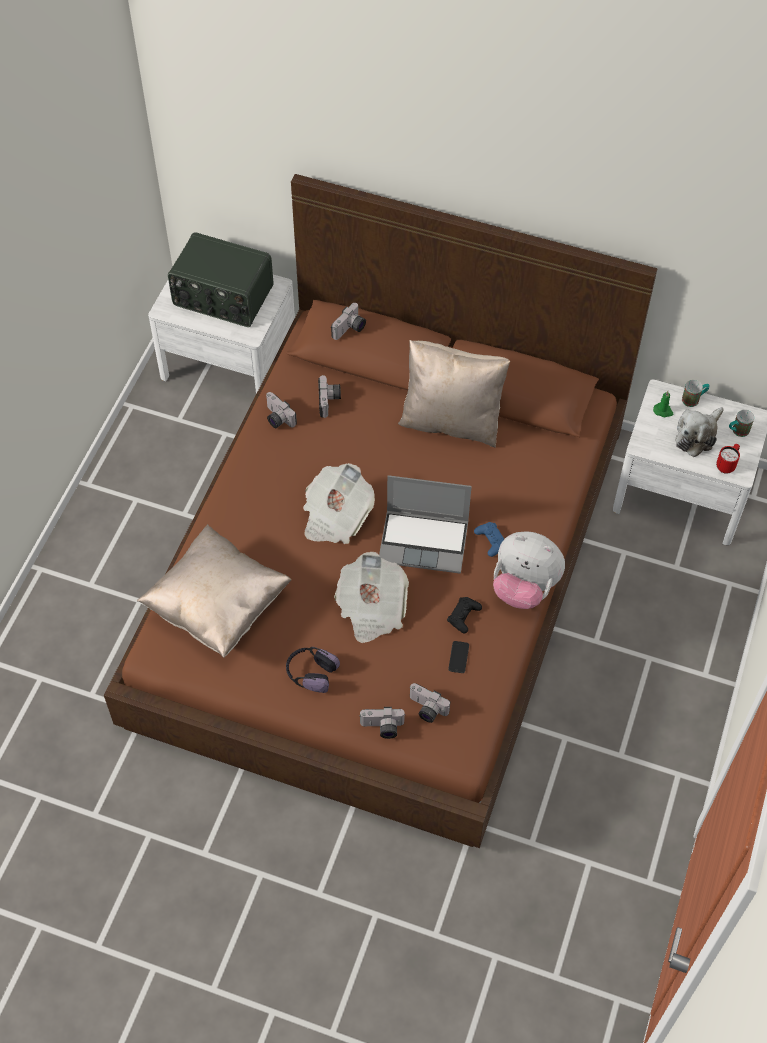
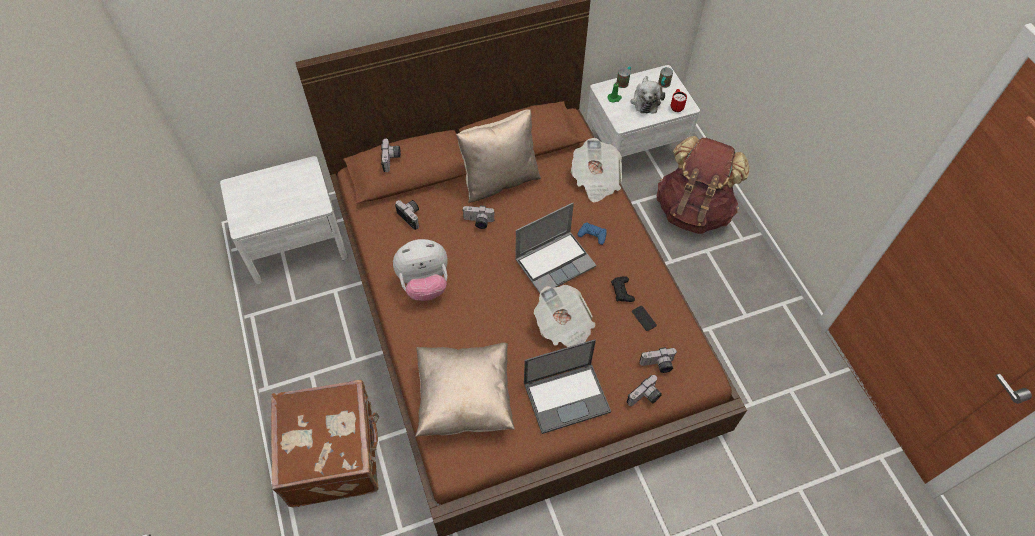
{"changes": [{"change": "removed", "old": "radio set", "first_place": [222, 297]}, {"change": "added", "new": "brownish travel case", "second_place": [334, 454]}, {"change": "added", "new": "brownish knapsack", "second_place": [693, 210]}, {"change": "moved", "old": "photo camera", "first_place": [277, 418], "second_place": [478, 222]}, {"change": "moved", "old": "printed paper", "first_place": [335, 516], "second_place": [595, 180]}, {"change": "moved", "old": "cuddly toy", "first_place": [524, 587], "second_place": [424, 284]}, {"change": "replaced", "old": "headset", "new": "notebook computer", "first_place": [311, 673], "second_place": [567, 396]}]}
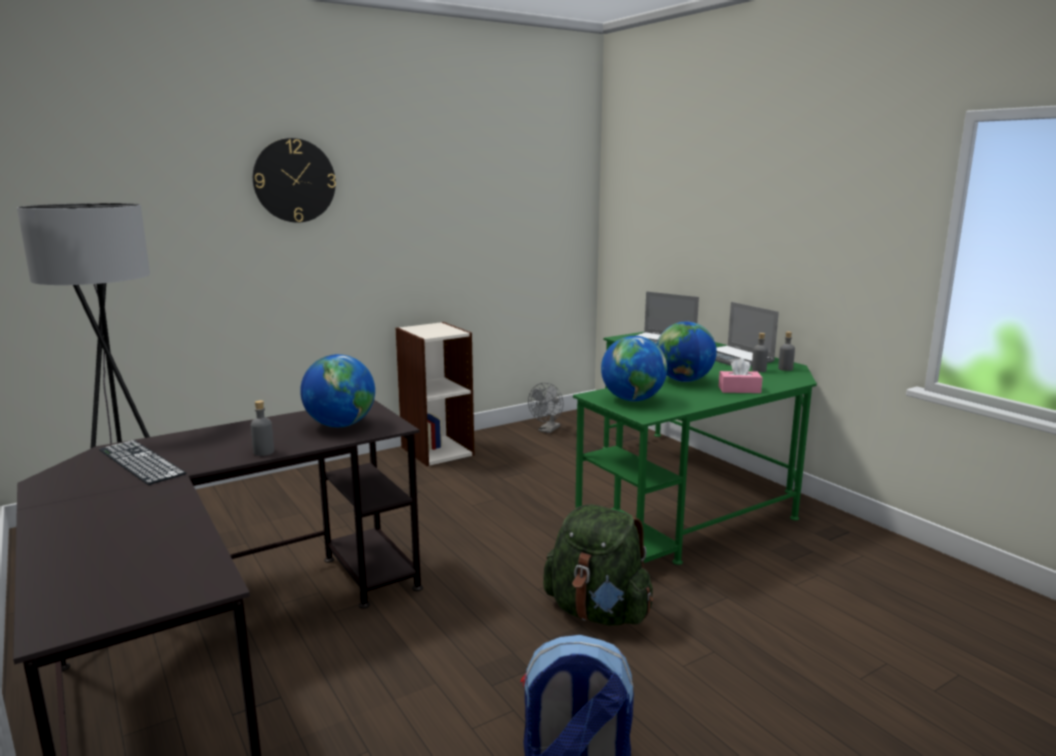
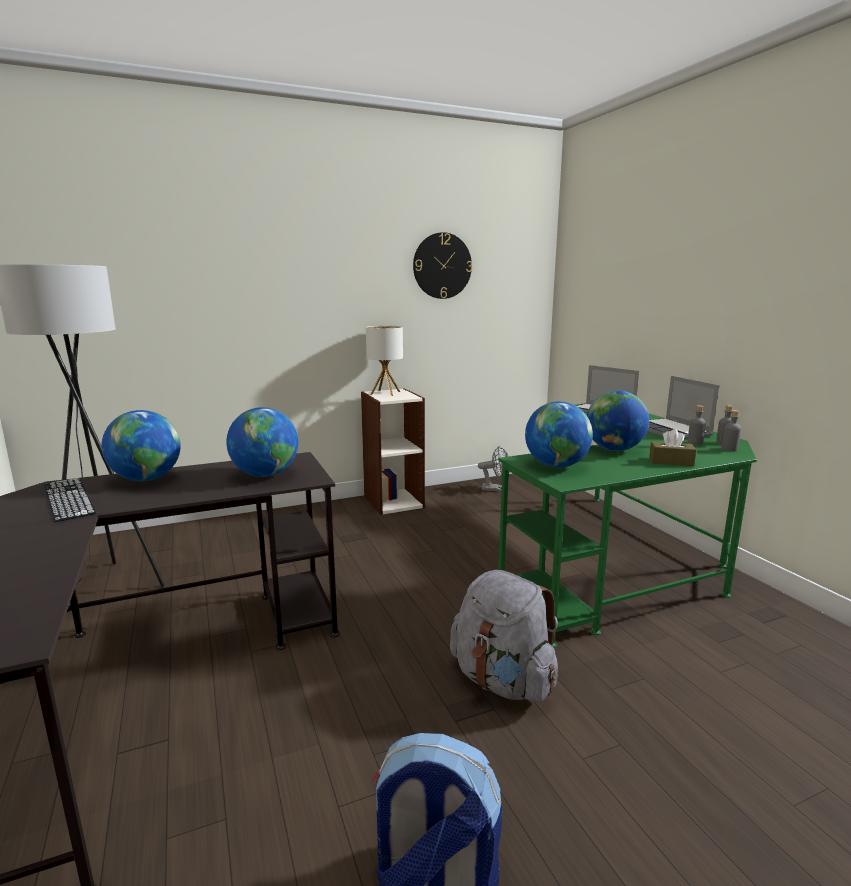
{"changes": [{"change": "added", "new": "globe", "second_place": [146, 479]}, {"change": "added", "new": "tabletop lamp", "second_place": [385, 393]}, {"change": "moved", "old": "gray beverage bottle", "first_place": [264, 452], "second_place": [729, 449]}, {"change": "moved", "old": "wall clock", "first_place": [294, 180], "second_place": [442, 266]}, {"change": "recoloured", "old": "green-coloured knapsack", "new": "gray knapsack", "first_place": [598, 612], "second_place": [503, 681]}, {"change": "recoloured", "old": "pinkish box of tissues", "new": "brownish box of tissues", "first_place": [739, 390], "second_place": [671, 461]}, {"change": "turned", "old": "gray cooling fan", "first_place": [547, 430], "second_place": [495, 489], "degrees": -120}]}
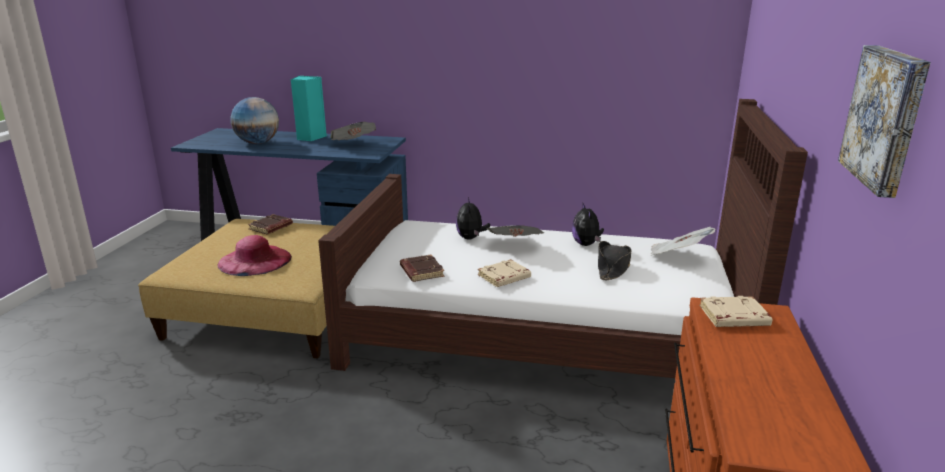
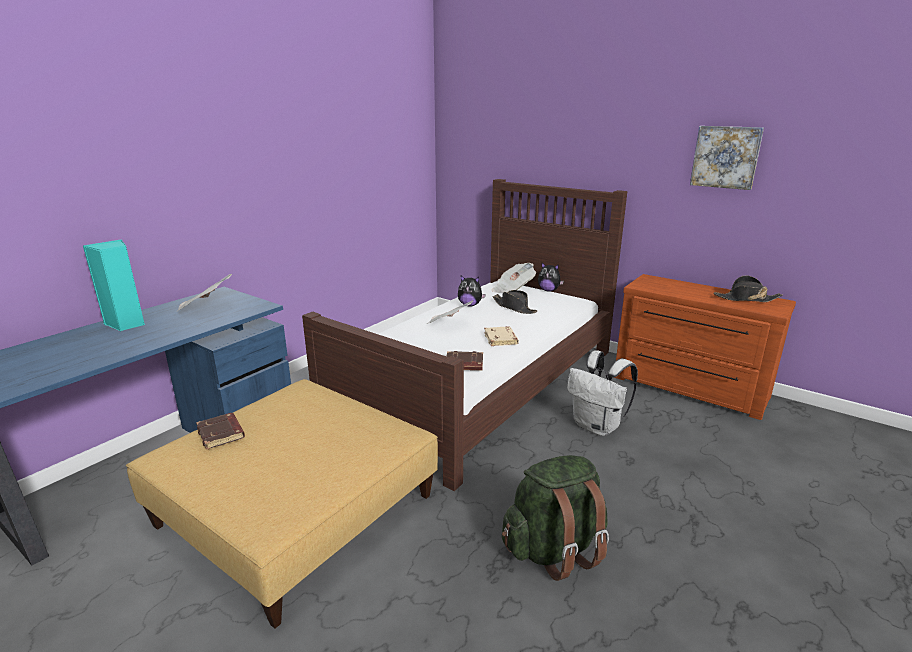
{"changes": [{"change": "removed", "old": "pinkish clothing hat", "first_place": [255, 260]}, {"change": "removed", "old": "globe", "first_place": [257, 143]}, {"change": "removed", "old": "beige-coloured bound book", "first_place": [733, 317]}, {"change": "added", "new": "green-coloured knapsack", "second_place": [554, 549]}, {"change": "added", "new": "whitish knapsack", "second_place": [597, 427]}, {"change": "added", "new": "black clothing hat", "second_place": [746, 299]}, {"change": "moved", "old": "cuddly toy", "first_place": [471, 238], "second_place": [548, 290]}]}
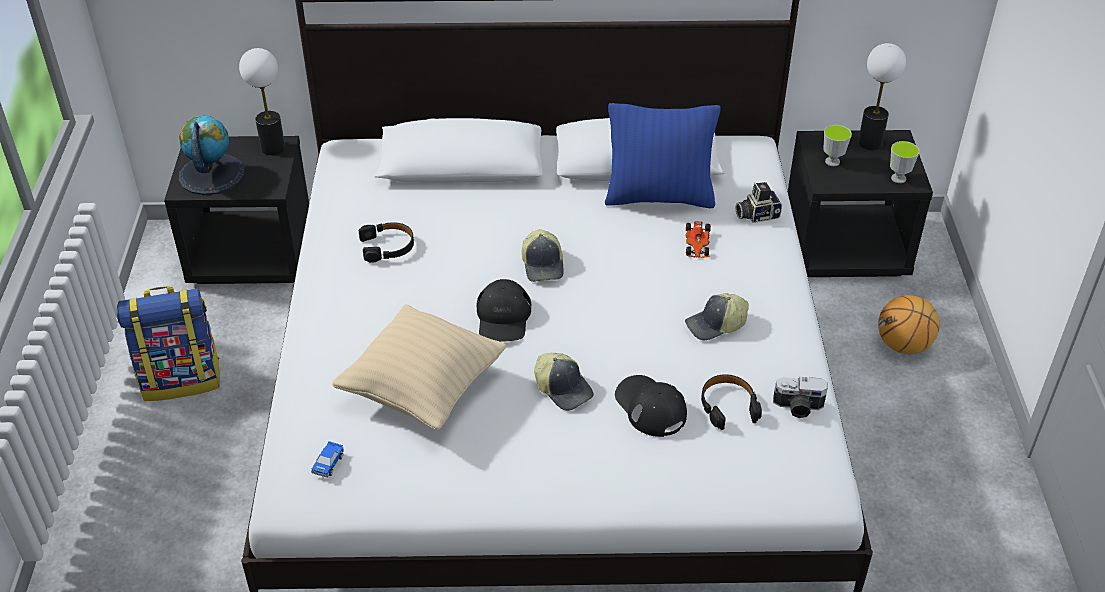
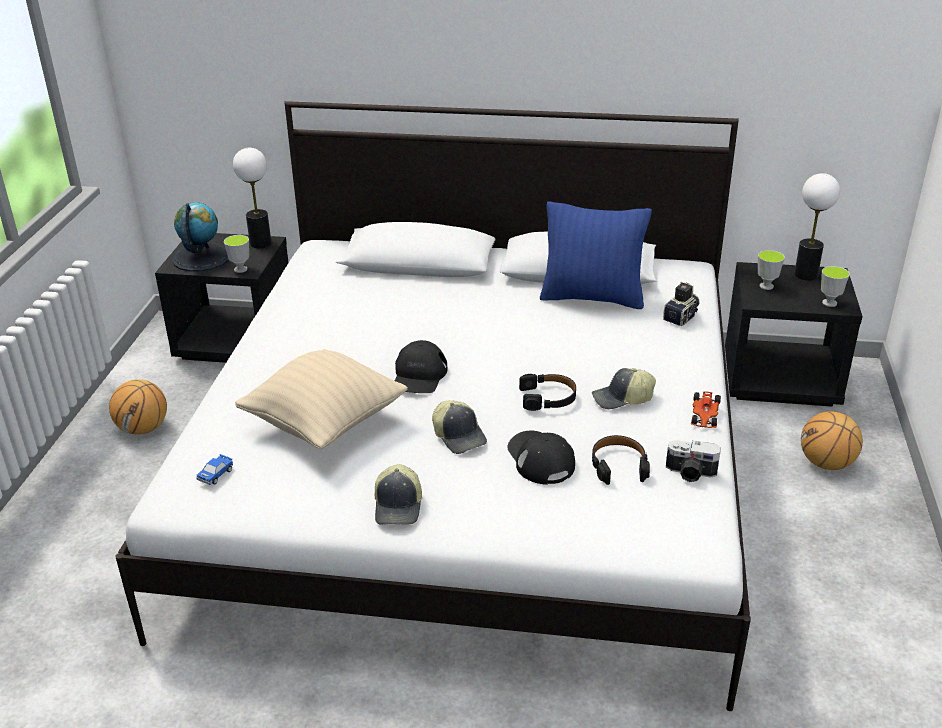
{"changes": [{"change": "added", "new": "small cup", "second_place": [240, 269]}, {"change": "moved", "old": "black headset", "first_place": [388, 247], "second_place": [548, 398]}, {"change": "moved", "old": "baseball cap", "first_place": [543, 265], "second_place": [399, 506]}, {"change": "moved", "old": "model car", "first_place": [697, 245], "second_place": [704, 416]}, {"change": "replaced", "old": "knapsack", "new": "basketball", "first_place": [182, 379], "second_place": [143, 429]}, {"change": "turned", "old": "photo camera", "first_place": [756, 214], "second_place": [682, 317], "degrees": 135}]}
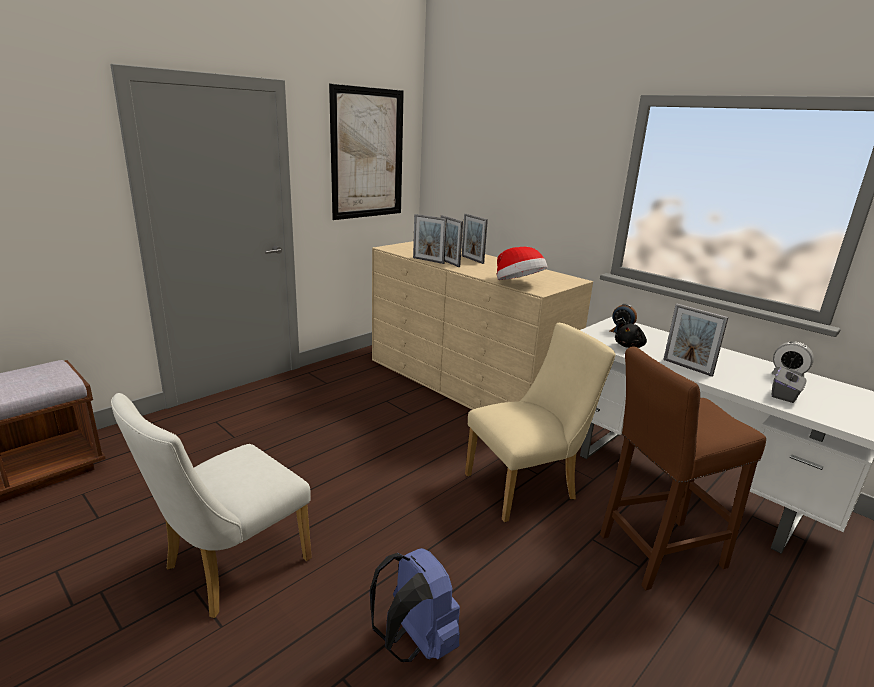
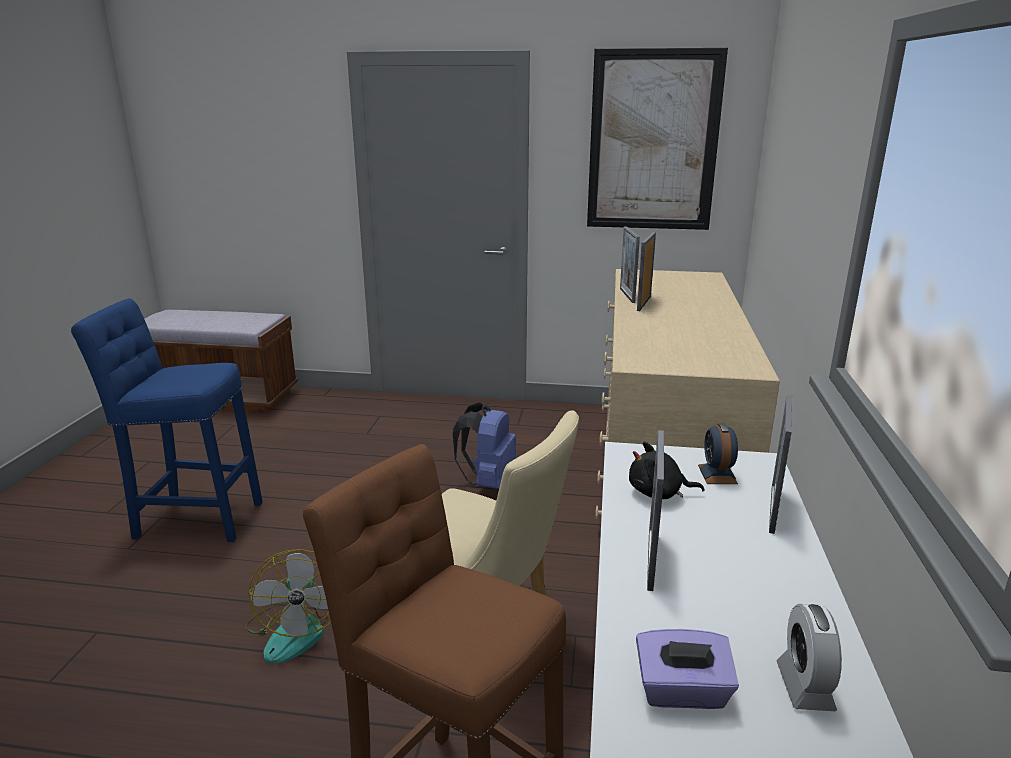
{"changes": [{"change": "removed", "old": "clothing hat", "first_place": [518, 284]}, {"change": "added", "new": "cooling fan", "second_place": [295, 630]}, {"change": "moved", "old": "bluish knapsack", "first_place": [415, 642], "second_place": [488, 482]}, {"change": "moved", "old": "standing frame", "first_place": [472, 259], "second_place": [773, 509]}, {"change": "replaced", "old": "whitish upright chair", "new": "bluish stool", "first_place": [228, 568], "second_place": [193, 518]}, {"change": "recoloured", "old": "gray box of tissues", "new": "purple-coloured box of tissues", "first_place": [785, 395], "second_place": [682, 692]}]}
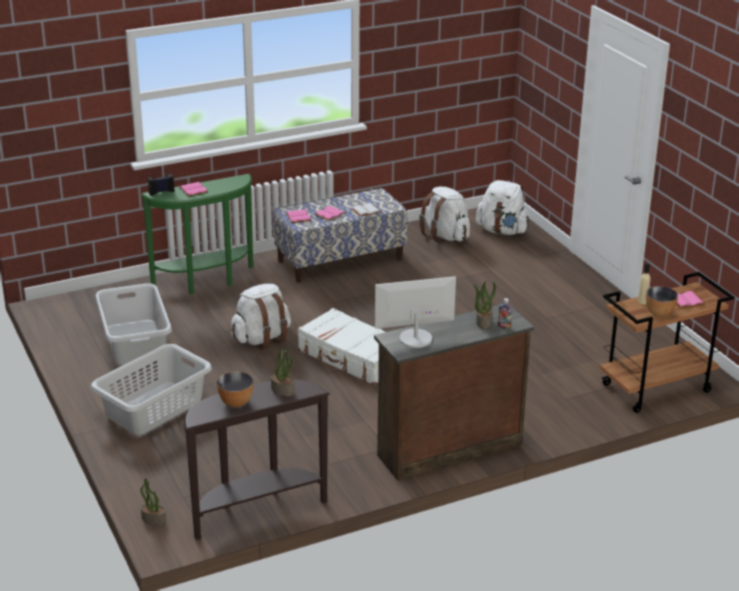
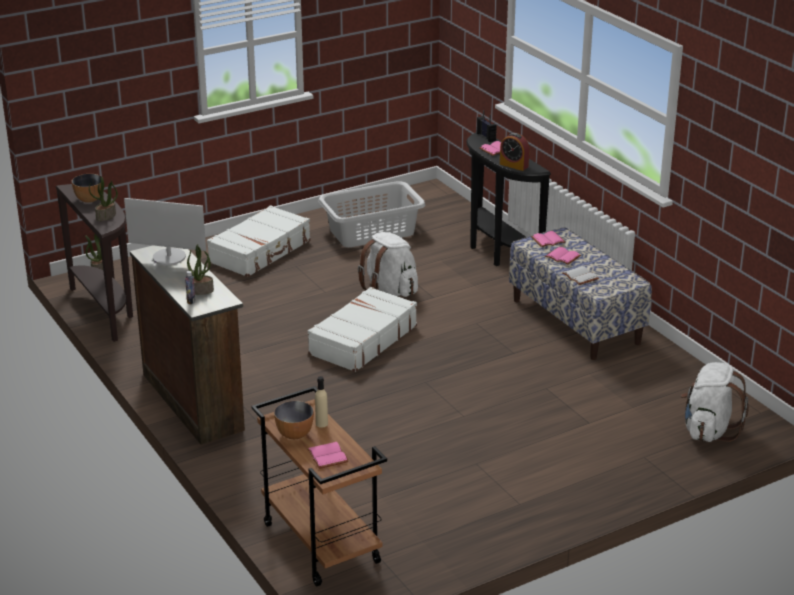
{"changes": [{"change": "removed", "old": "whitish knapsack", "first_place": [445, 236]}, {"change": "added", "new": "alarm clock", "second_place": [514, 165]}, {"change": "replaced", "old": "gray washing basket", "new": "whitish travel case", "first_place": [153, 408], "second_place": [261, 252]}, {"change": "recoloured", "old": "green-coloured console table", "new": "black console table", "first_place": [207, 282], "second_place": [497, 253]}, {"change": "turned", "old": "computer display", "first_place": [415, 338], "second_place": [169, 257], "degrees": 120}]}
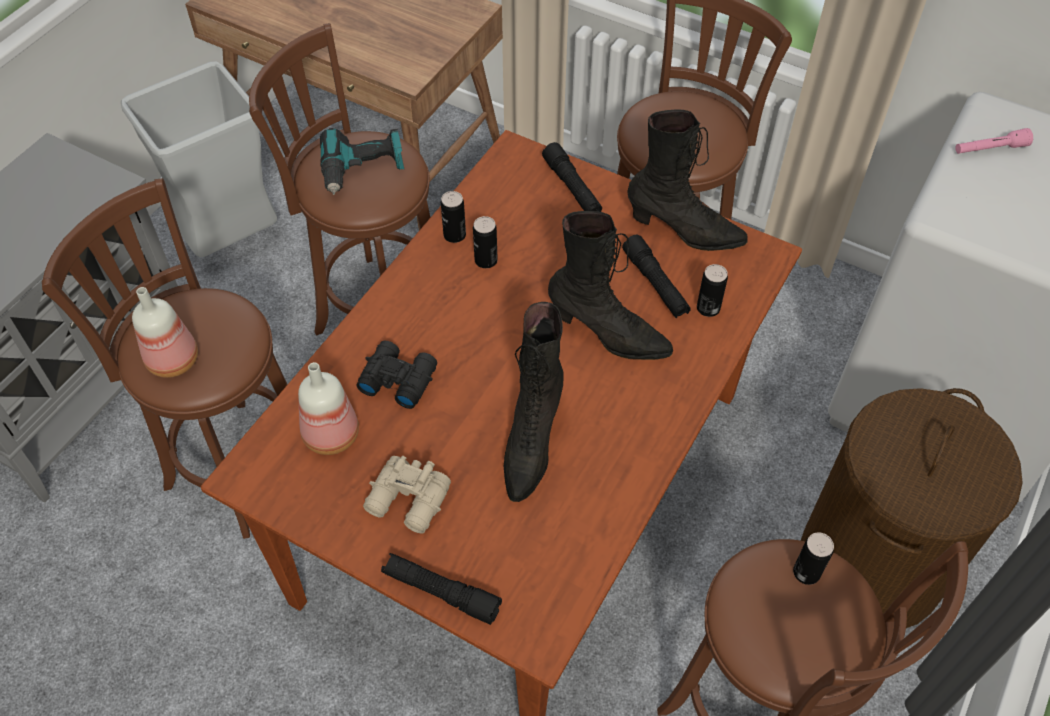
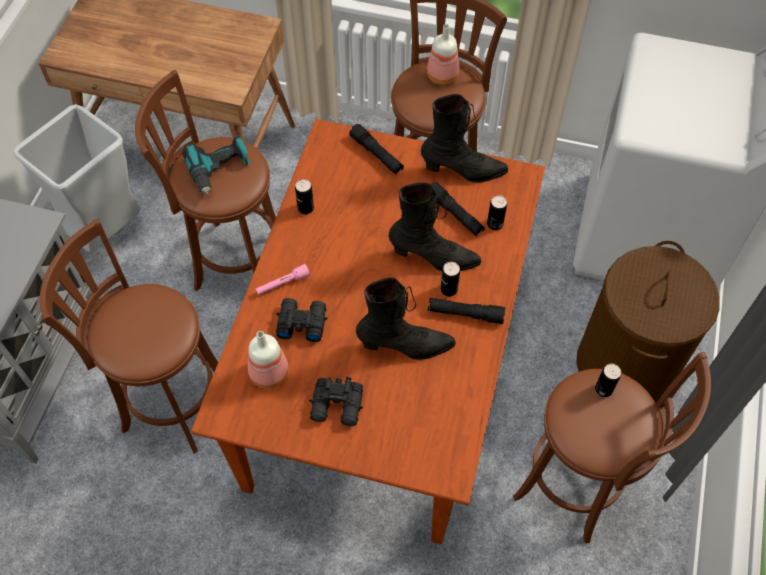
{"changes": [{"change": "moved", "old": "beverage bottle", "first_place": [174, 359], "second_place": [442, 75]}, {"change": "moved", "old": "black torch", "first_place": [441, 592], "second_place": [465, 314]}, {"change": "moved", "old": "sealed can", "first_place": [486, 260], "second_place": [449, 289]}, {"change": "moved", "old": "pinkish torch", "first_place": [989, 149], "second_place": [282, 284]}, {"change": "recoloured", "old": "beige-coloured binoculars", "new": "black binoculars", "first_place": [409, 502], "second_place": [338, 406]}, {"change": "turned", "old": "black high-top boot", "first_place": [531, 443], "second_place": [406, 346], "degrees": -90}]}
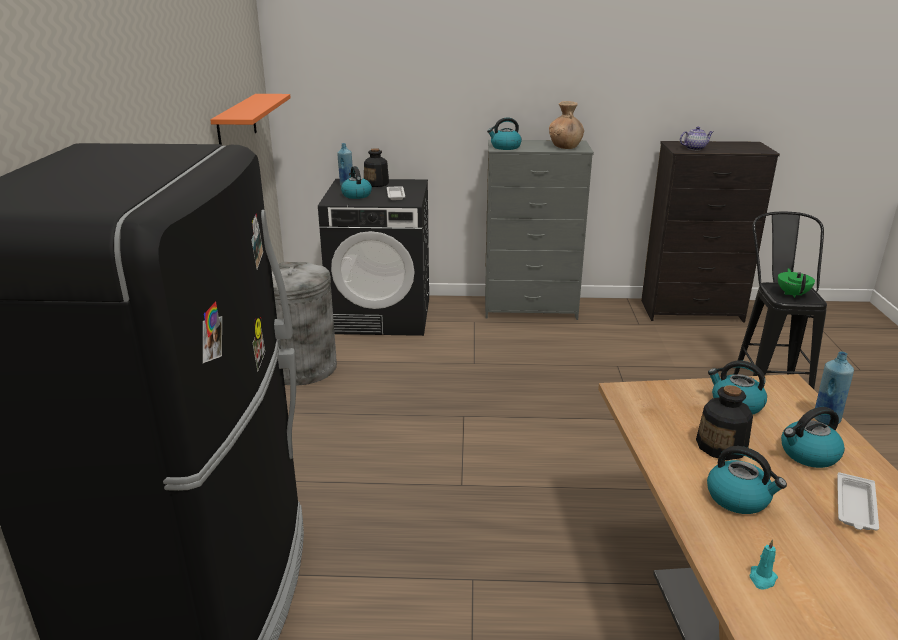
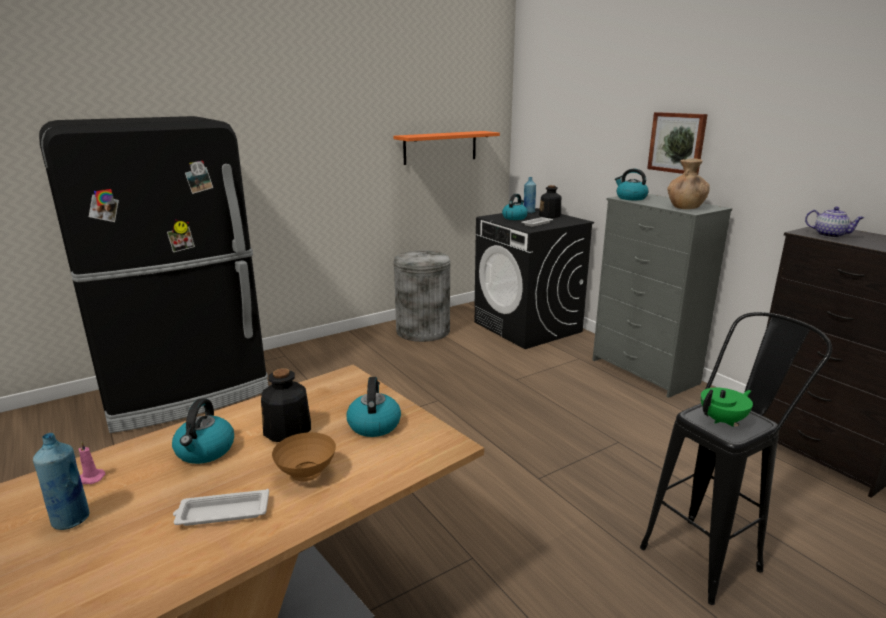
{"changes": [{"change": "added", "new": "wall picture", "second_place": [677, 142]}, {"change": "moved", "old": "bluish beverage bottle", "first_place": [826, 419], "second_place": [71, 519]}, {"change": "replaced", "old": "tea kettle", "new": "brownish deep dish", "first_place": [808, 454], "second_place": [306, 475]}, {"change": "recoloured", "old": "turquoise-coloured wax light", "new": "pinkish wax light", "first_place": [762, 579], "second_place": [90, 478]}]}
